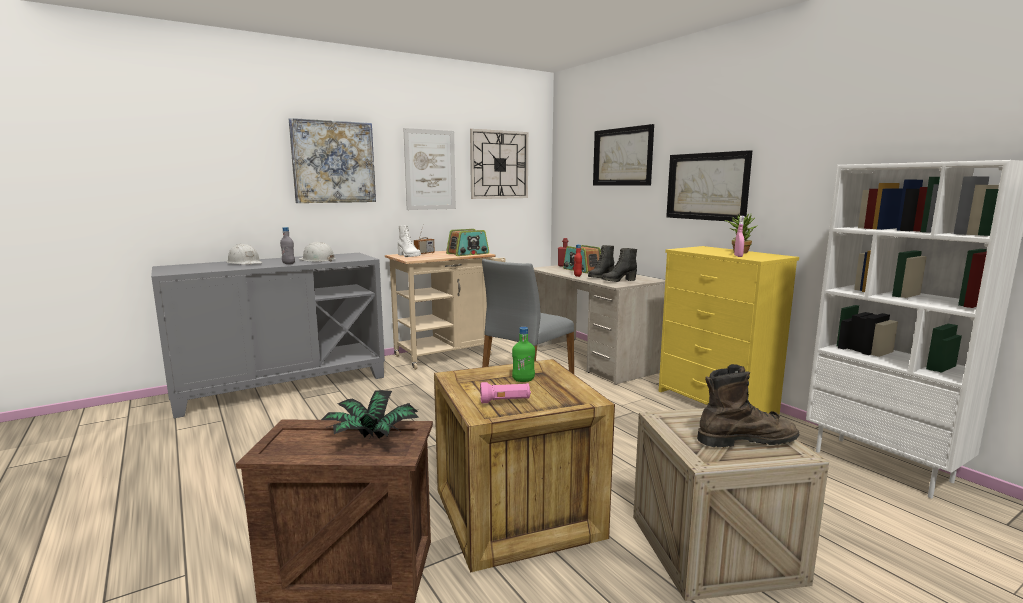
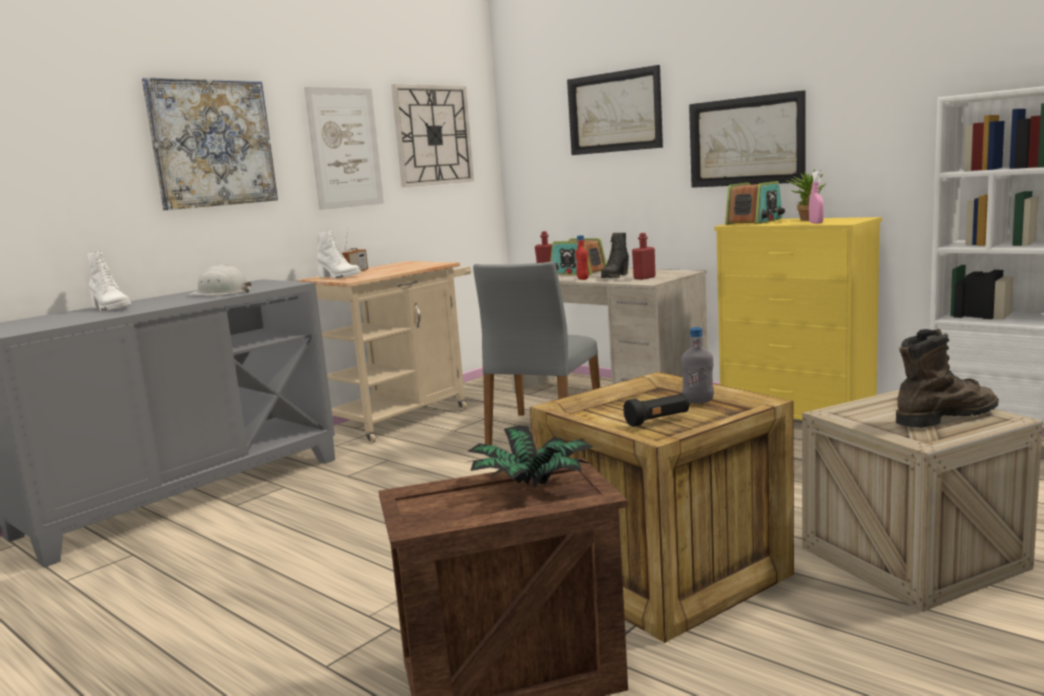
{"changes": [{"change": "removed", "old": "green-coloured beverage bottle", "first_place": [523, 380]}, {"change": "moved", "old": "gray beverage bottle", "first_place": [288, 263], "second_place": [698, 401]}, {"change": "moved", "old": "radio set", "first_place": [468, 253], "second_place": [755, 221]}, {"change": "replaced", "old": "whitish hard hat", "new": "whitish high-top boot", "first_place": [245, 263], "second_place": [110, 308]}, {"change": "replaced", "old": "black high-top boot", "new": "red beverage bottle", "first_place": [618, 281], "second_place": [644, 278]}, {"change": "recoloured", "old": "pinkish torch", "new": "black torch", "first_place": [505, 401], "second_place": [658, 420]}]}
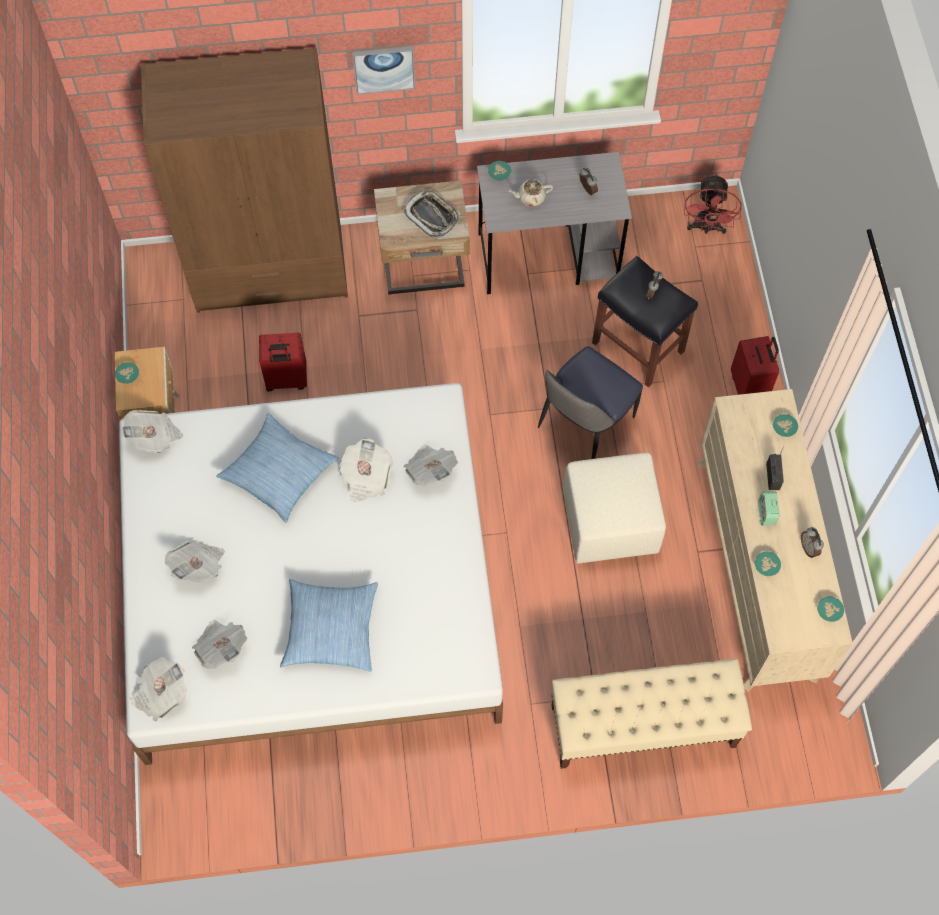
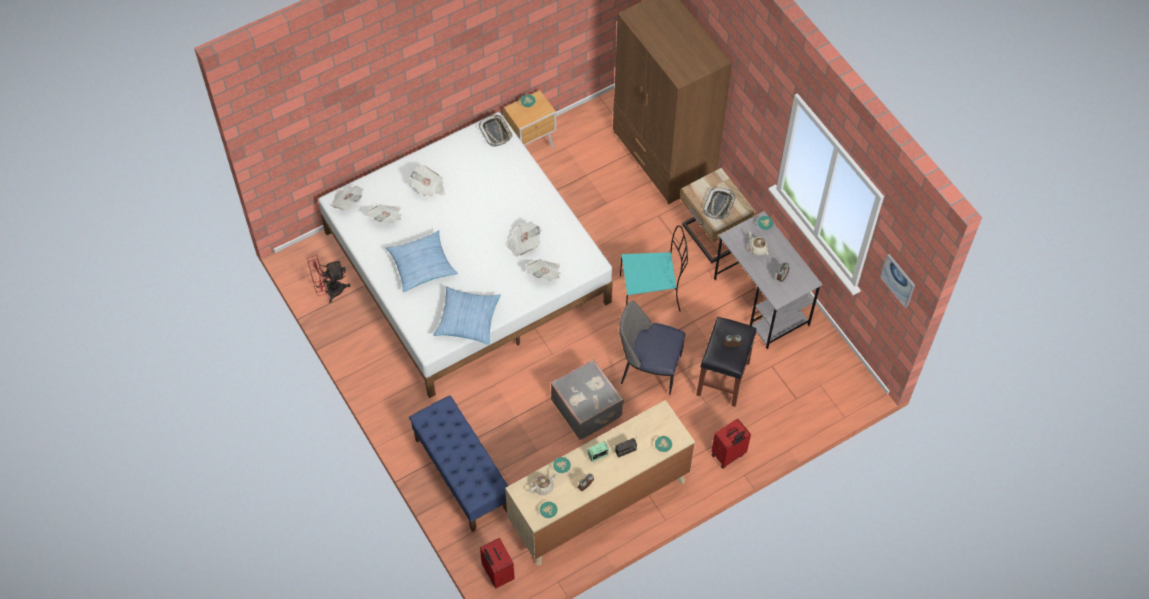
{"changes": [{"change": "added", "new": "beige-coloured tea pot", "second_place": [543, 486]}, {"change": "added", "new": "turquoise-coloured upright chair", "second_place": [651, 293]}, {"change": "moved", "old": "throw pillow", "first_place": [279, 472], "second_place": [467, 319]}, {"change": "moved", "old": "red travel case", "first_place": [286, 380], "second_place": [497, 573]}, {"change": "moved", "old": "wall picture", "first_place": [384, 69], "second_place": [898, 280]}, {"change": "moved", "old": "red cooling fan", "first_place": [706, 228], "second_place": [329, 291]}, {"change": "replaced", "old": "printed paper", "new": "carrying tray", "first_place": [154, 437], "second_place": [496, 132]}, {"change": "replaced", "old": "beige-coloured footrest", "new": "gray travel case", "first_place": [609, 523], "second_place": [587, 407]}, {"change": "recoloured", "old": "beige-coloured long seat", "new": "bluish long seat", "first_place": [642, 726], "second_place": [461, 474]}]}
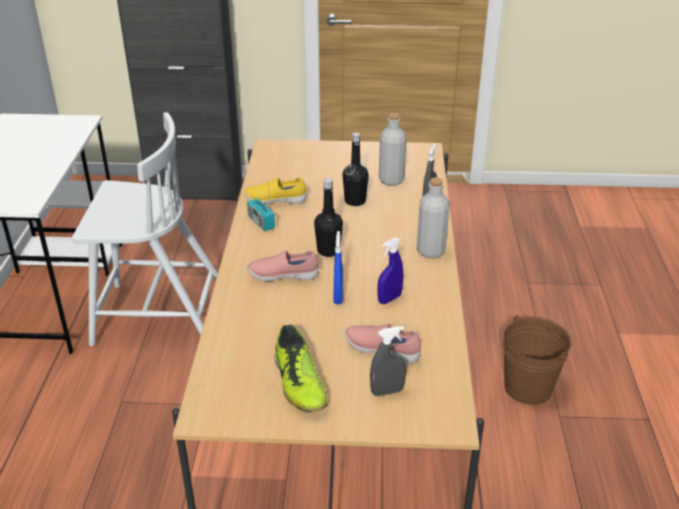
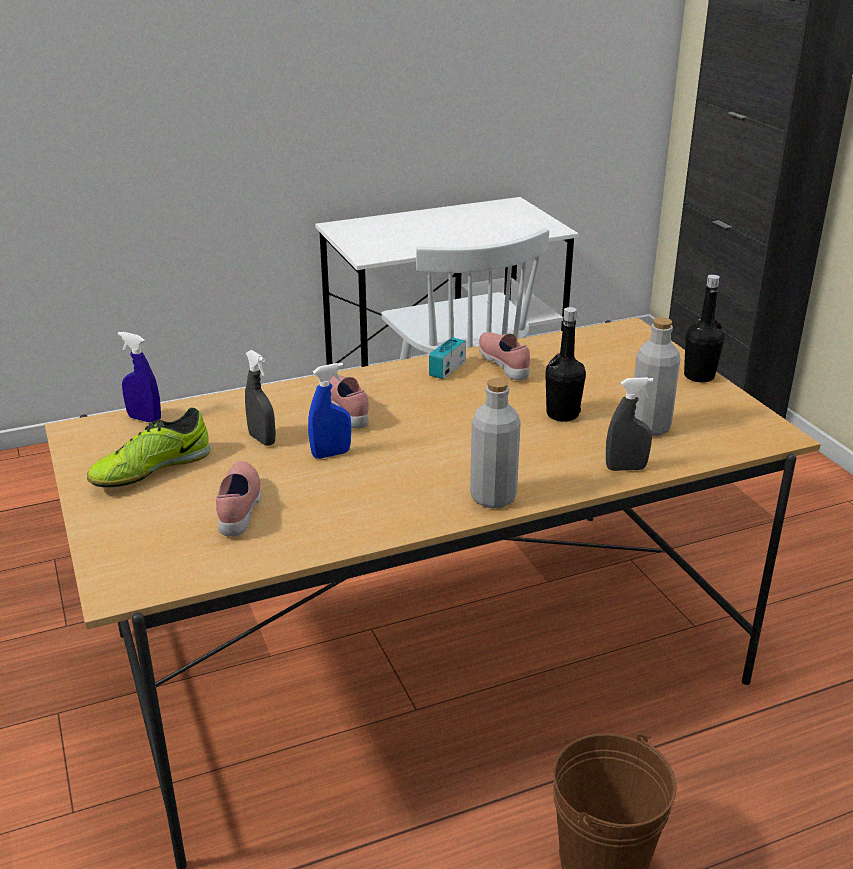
{"changes": [{"change": "moved", "old": "black beverage bottle", "first_place": [328, 251], "second_place": [699, 376]}, {"change": "moved", "old": "gray hand sprayer", "first_place": [387, 391], "second_place": [262, 439]}, {"change": "moved", "old": "bluish hand sprayer", "first_place": [389, 299], "second_place": [144, 419]}, {"change": "recoloured", "old": "yellowish low shoe", "new": "pinkish low shoe", "first_place": [275, 201], "second_place": [504, 365]}]}
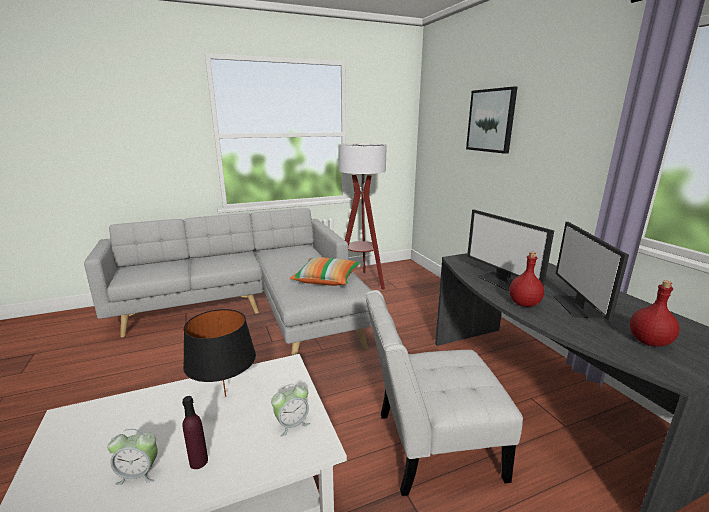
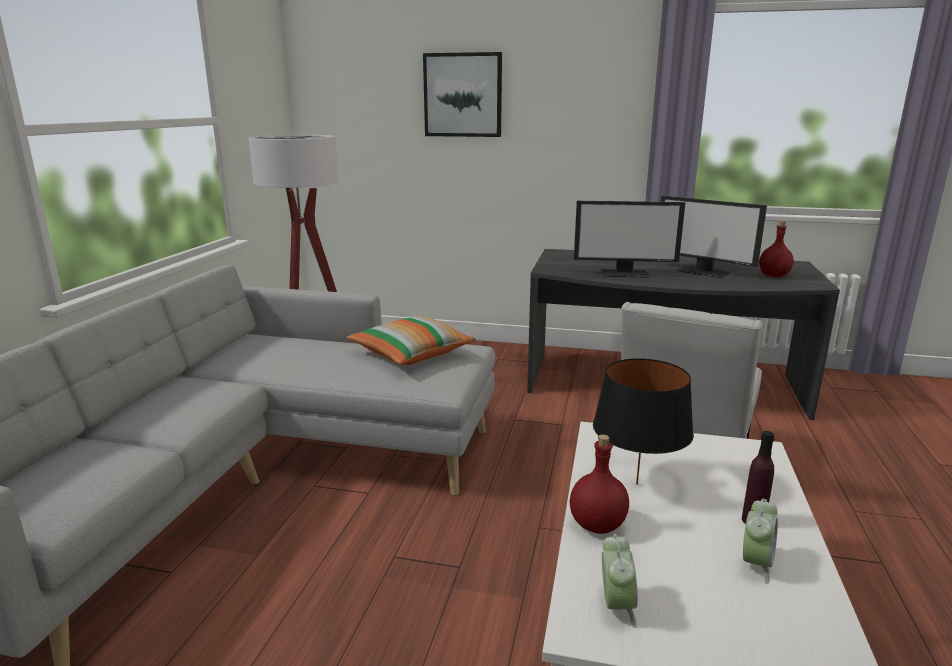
{"changes": [{"change": "moved", "old": "alarm clock", "first_place": [292, 424], "second_place": [616, 606]}, {"change": "moved", "old": "red beverage bottle", "first_place": [524, 303], "second_place": [596, 524]}]}
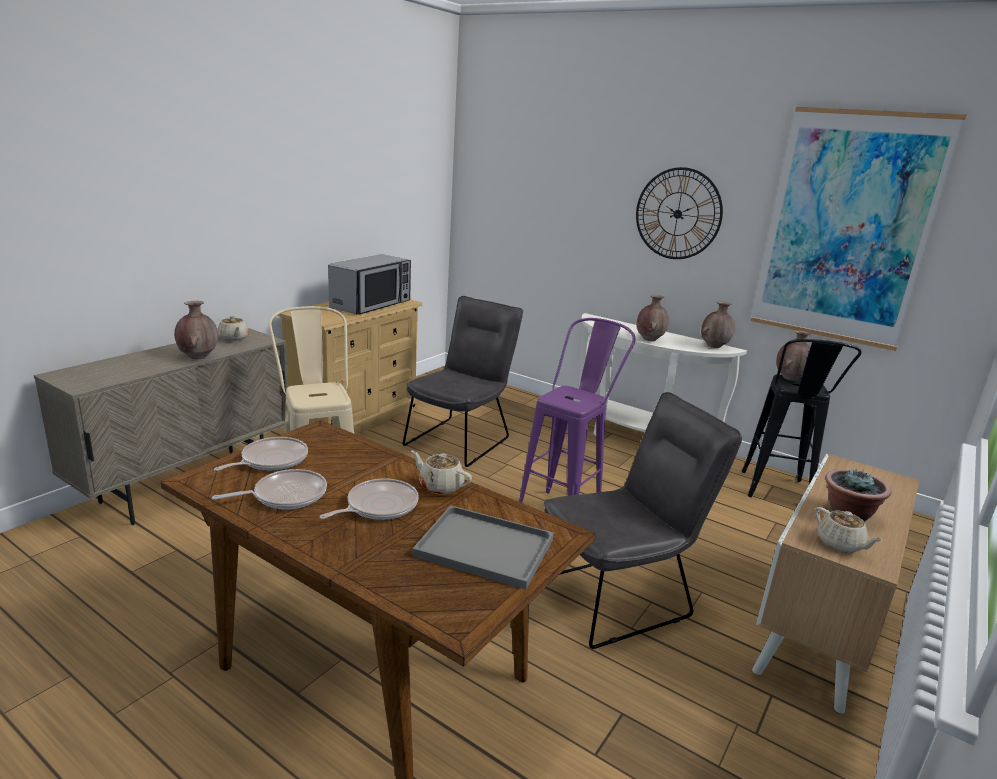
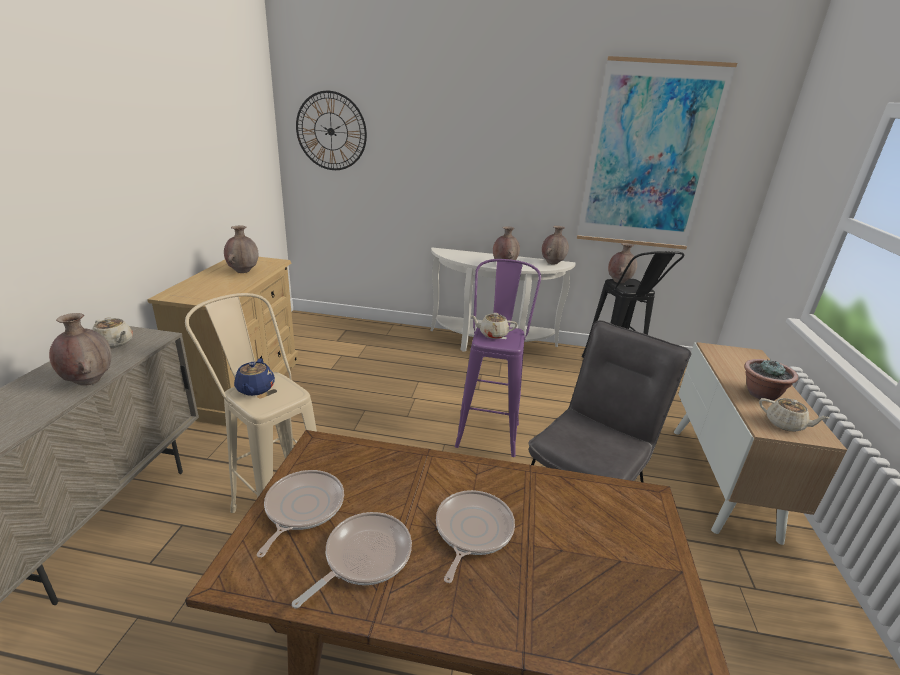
{"changes": [{"change": "removed", "old": "gray upright chair", "first_place": [461, 439]}, {"change": "removed", "old": "gray carrying tray", "first_place": [481, 547]}, {"change": "added", "new": "bluish tea pot", "second_place": [255, 389]}, {"change": "moved", "old": "beige-coloured tea pot", "first_place": [440, 486], "second_place": [492, 334]}, {"change": "moved", "old": "wall clock", "first_place": [678, 214], "second_place": [331, 131]}, {"change": "replaced", "old": "kitchen microwave", "new": "brownish vase", "first_place": [371, 304], "second_place": [243, 271]}]}
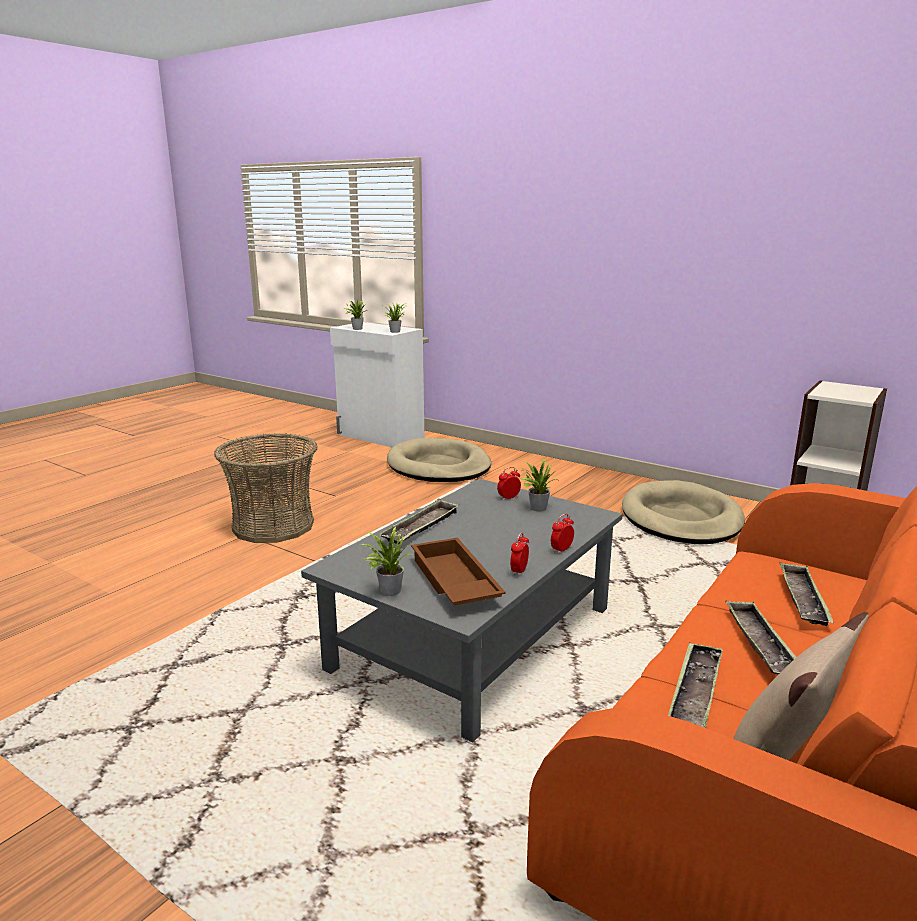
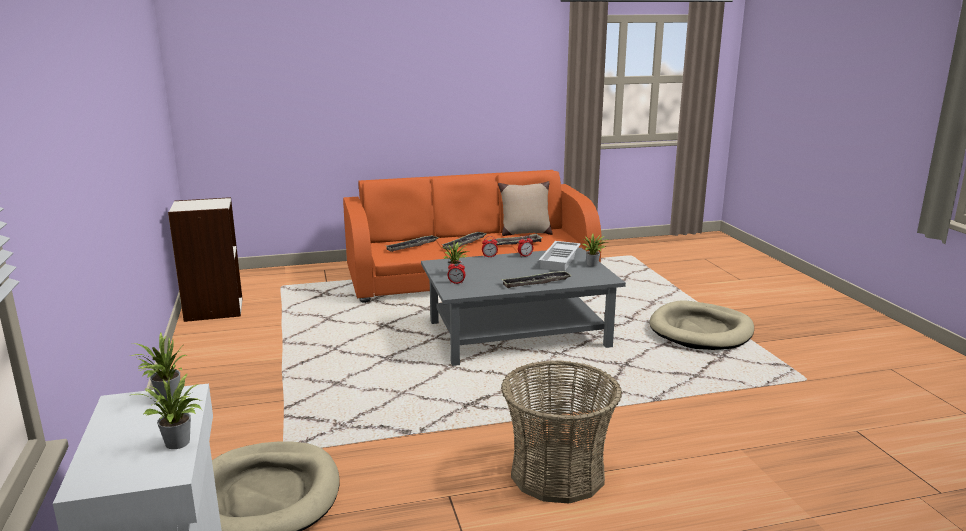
{"changes": [{"change": "moved", "old": "beige-coloured pet bed", "first_place": [681, 518], "second_place": [701, 330]}, {"change": "recoloured", "old": "brownish carrying tray", "new": "whitish carrying tray", "first_place": [453, 582], "second_place": [560, 260]}]}
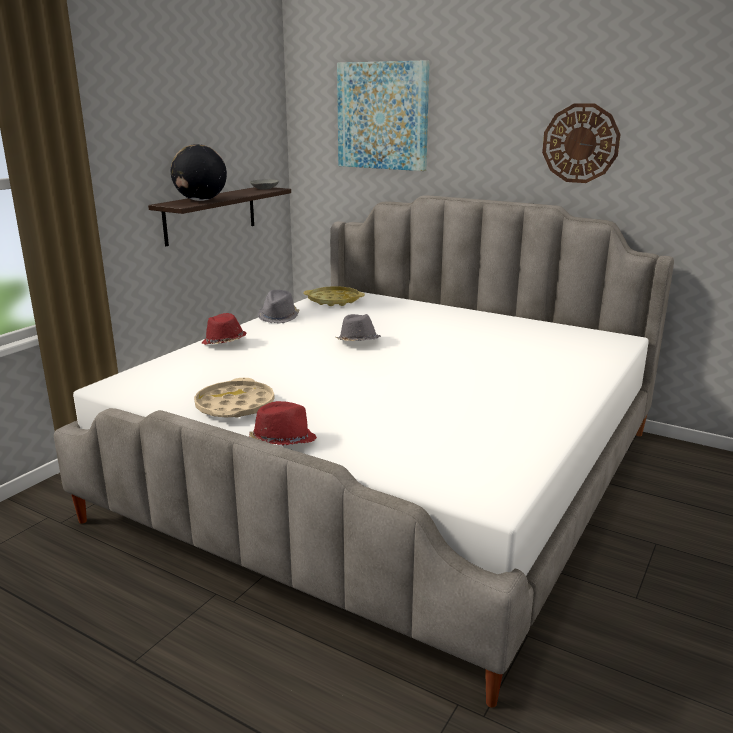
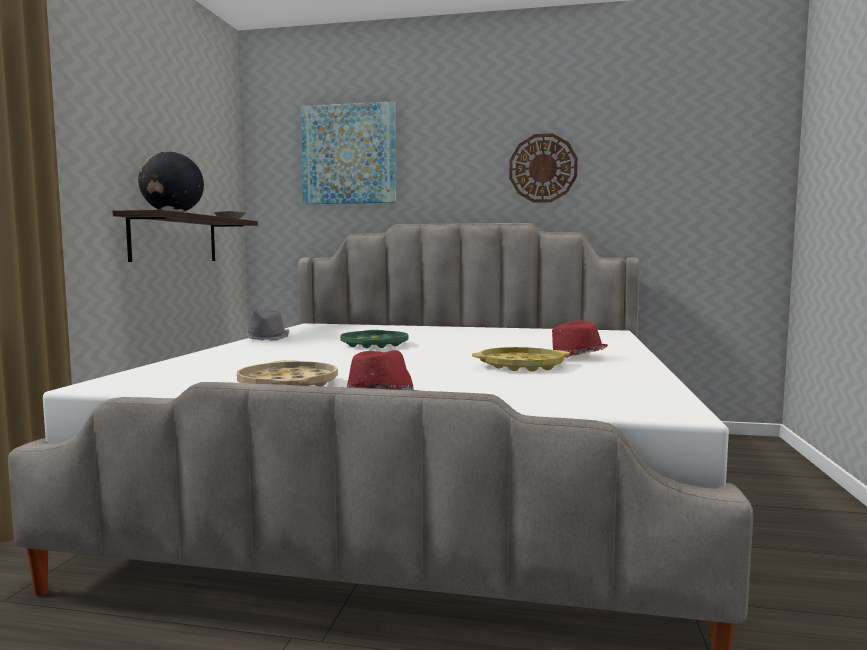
{"changes": [{"change": "moved", "old": "red clothing hat", "first_place": [224, 343], "second_place": [575, 357]}, {"change": "moved", "old": "yellowish carrying tray", "first_place": [334, 300], "second_place": [520, 366]}, {"change": "replaced", "old": "gray clothing hat", "new": "green-coloured carrying tray", "first_place": [358, 342], "second_place": [374, 345]}]}
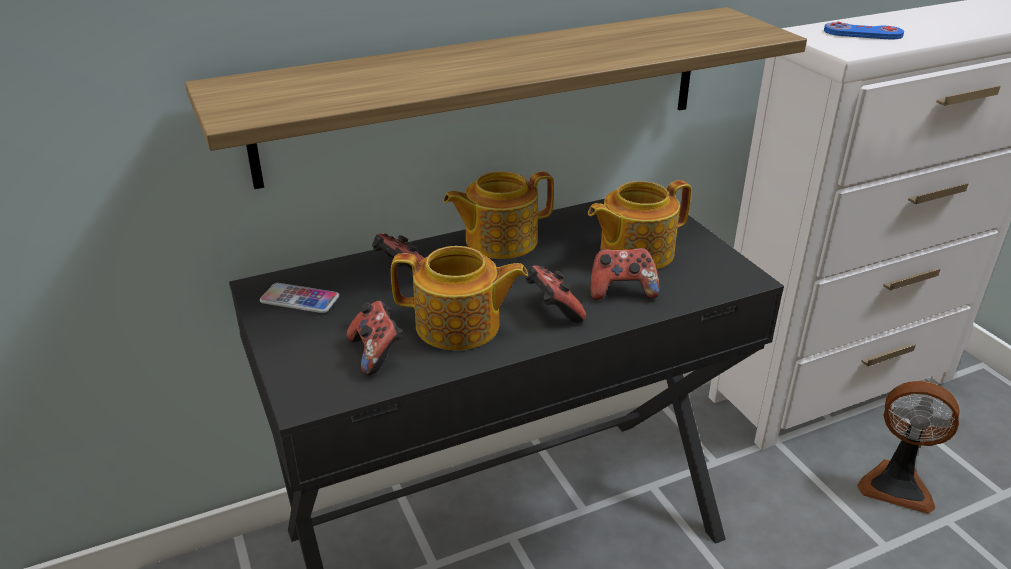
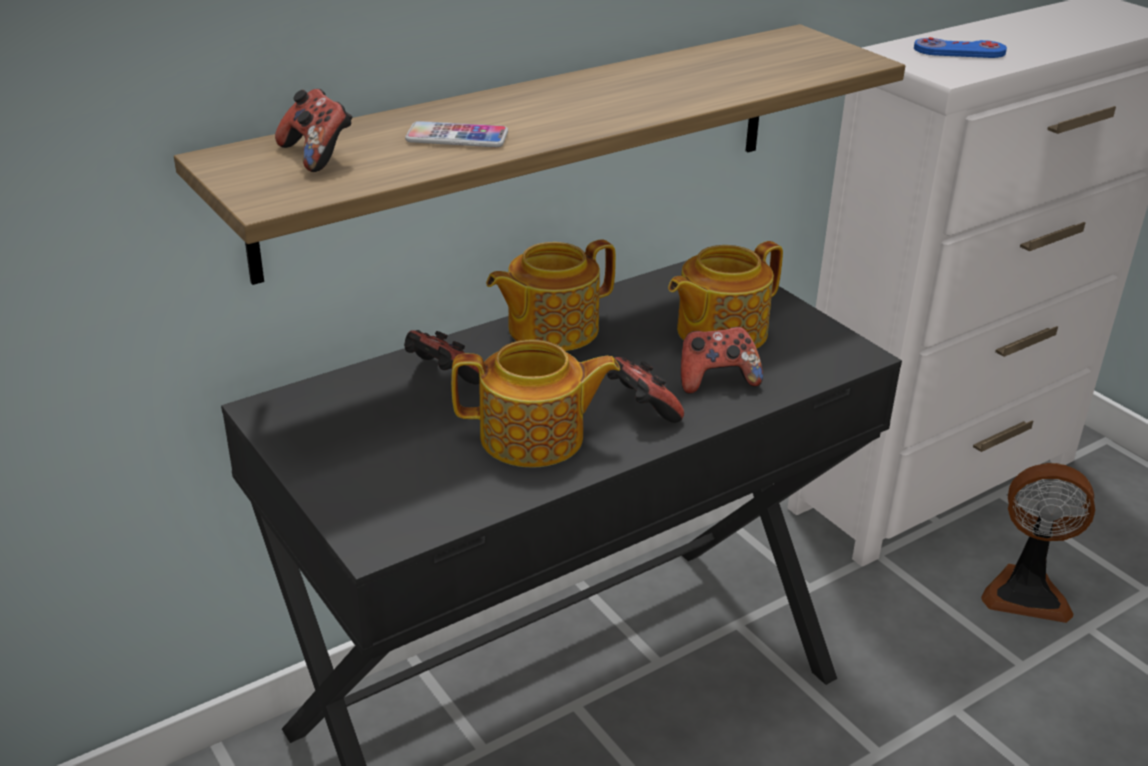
{"changes": [{"change": "moved", "old": "telephone", "first_place": [299, 299], "second_place": [457, 137]}, {"change": "moved", "old": "joypad", "first_place": [376, 353], "second_place": [317, 156]}]}
